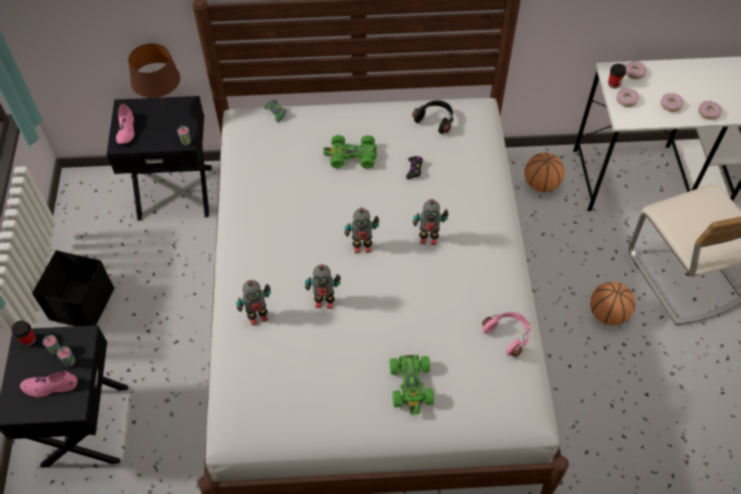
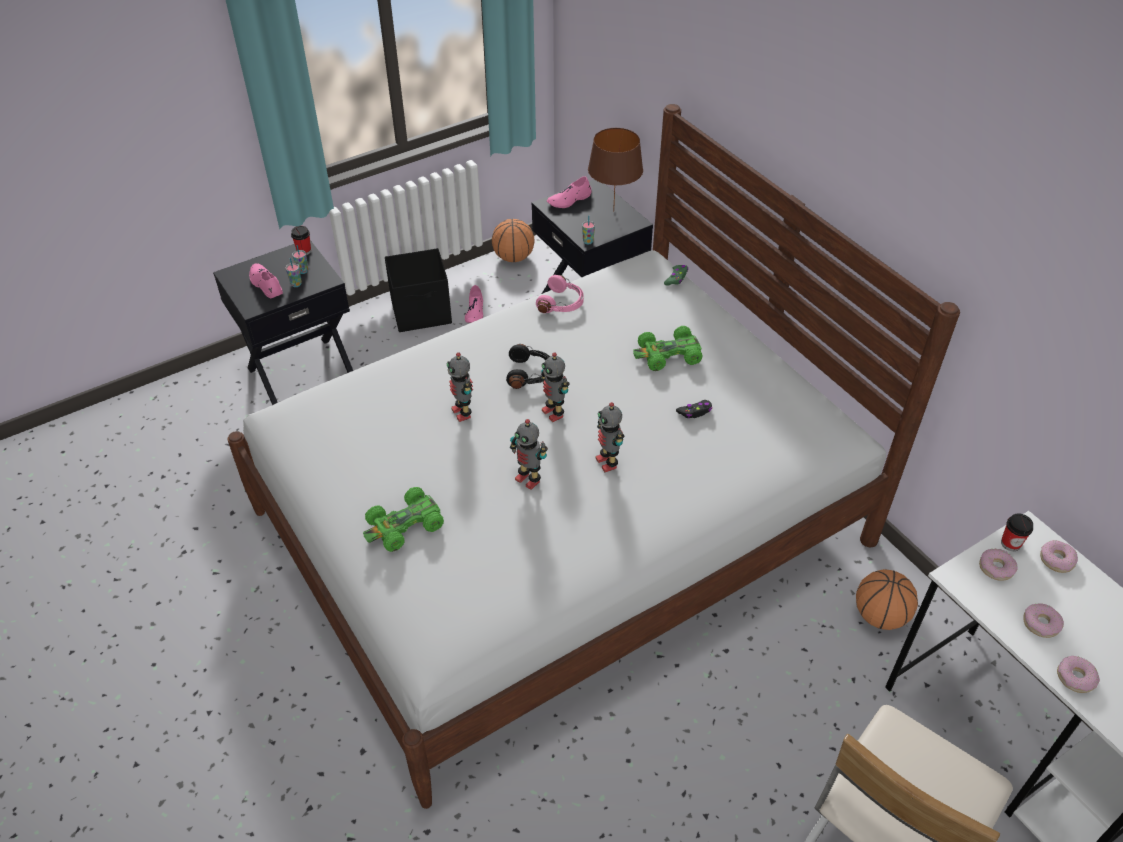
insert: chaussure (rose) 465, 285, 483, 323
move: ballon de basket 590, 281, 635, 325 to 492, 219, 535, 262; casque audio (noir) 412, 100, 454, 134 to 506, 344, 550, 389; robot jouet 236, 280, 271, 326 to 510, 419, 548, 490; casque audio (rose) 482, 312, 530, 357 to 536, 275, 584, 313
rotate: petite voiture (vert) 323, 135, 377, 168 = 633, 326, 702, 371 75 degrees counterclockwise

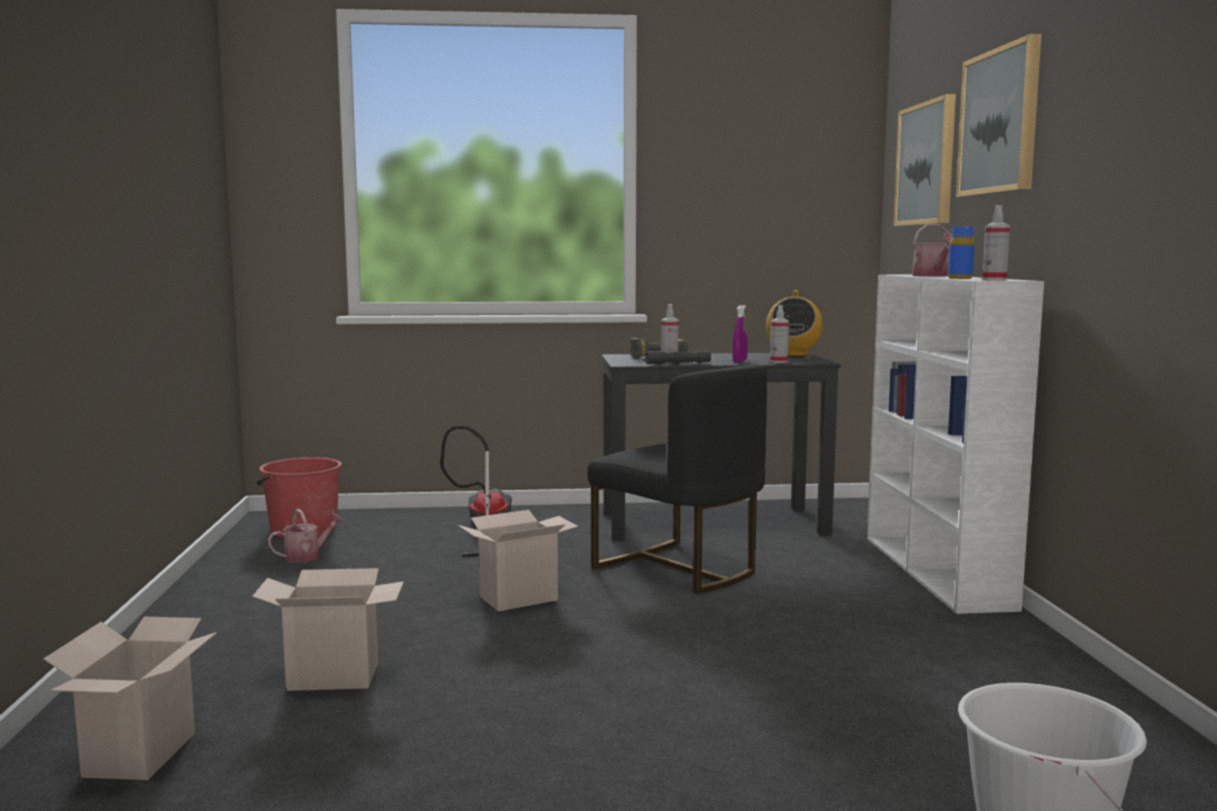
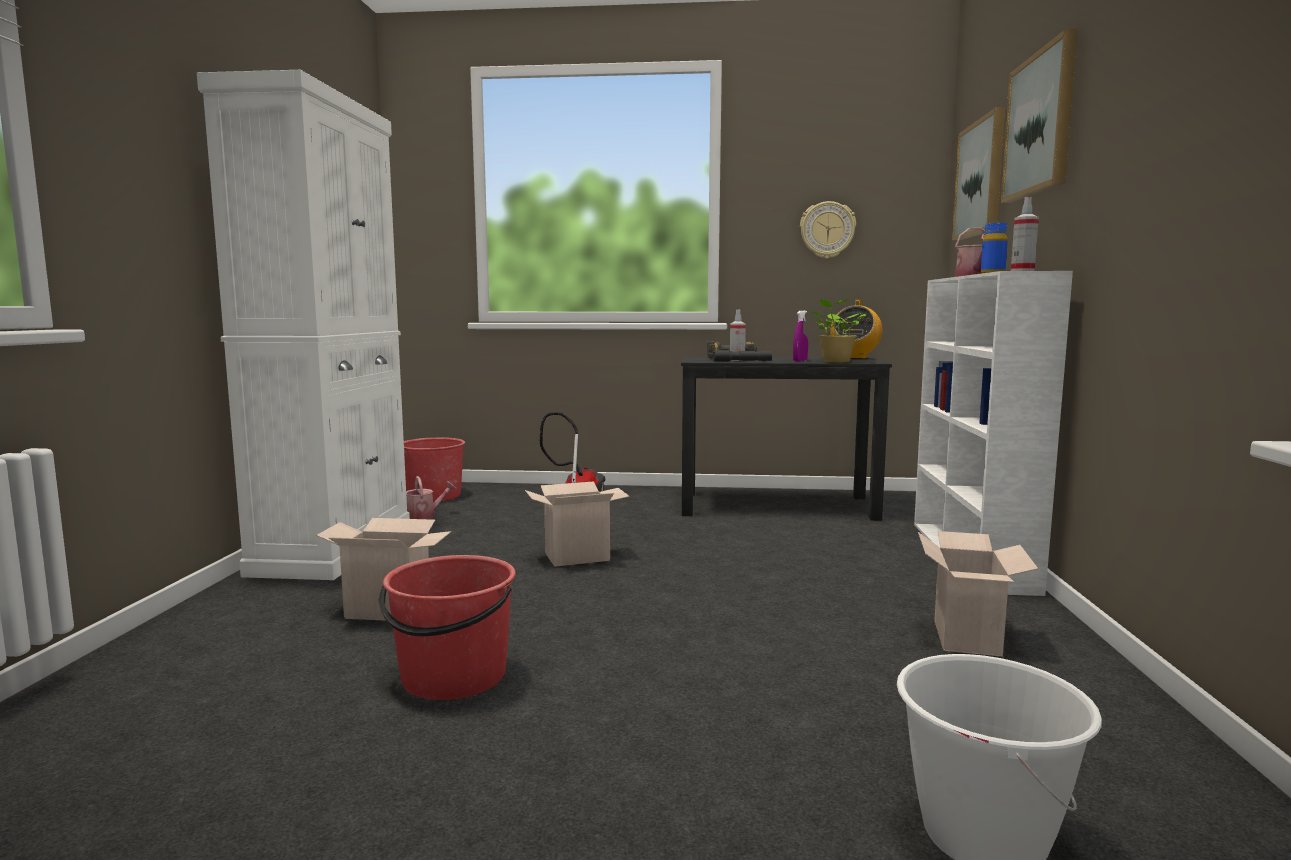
delete: chaise (noir) 587, 365, 767, 594
insert: meuble de rangement (blanc) 197, 70, 410, 580; seau (rouge) 379, 555, 516, 700; horloge murale 800, 201, 856, 259
move: carton 44, 617, 217, 780 to 918, 531, 1038, 657
replace: vaporisateur 770, 305, 789, 363 to plante en pot 812, 299, 866, 362

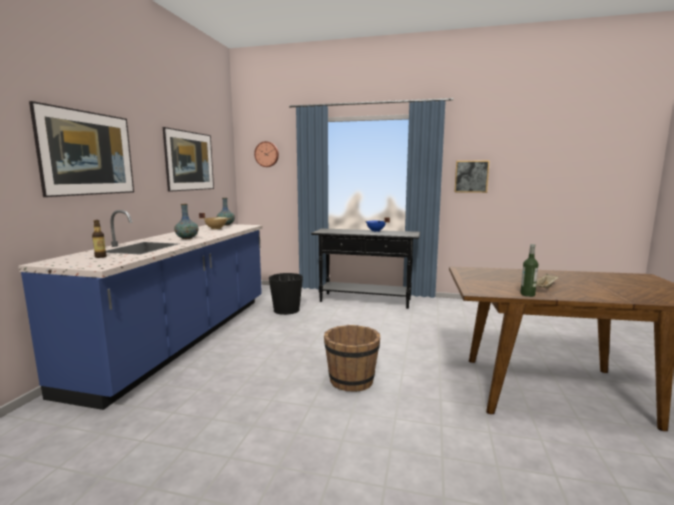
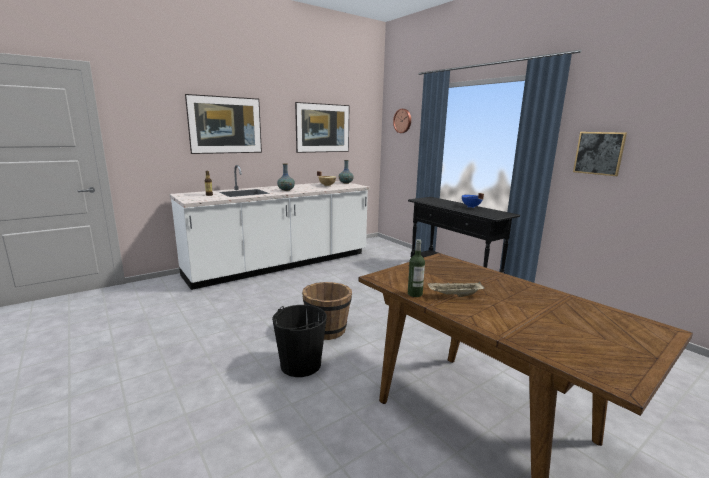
move: seau (noir) 269, 273, 303, 315 to 272, 305, 327, 377
recolor: comptoir de cuisine (bleu) 18, 210, 263, 410 to comptoir de cuisine (blanc) 170, 165, 370, 290

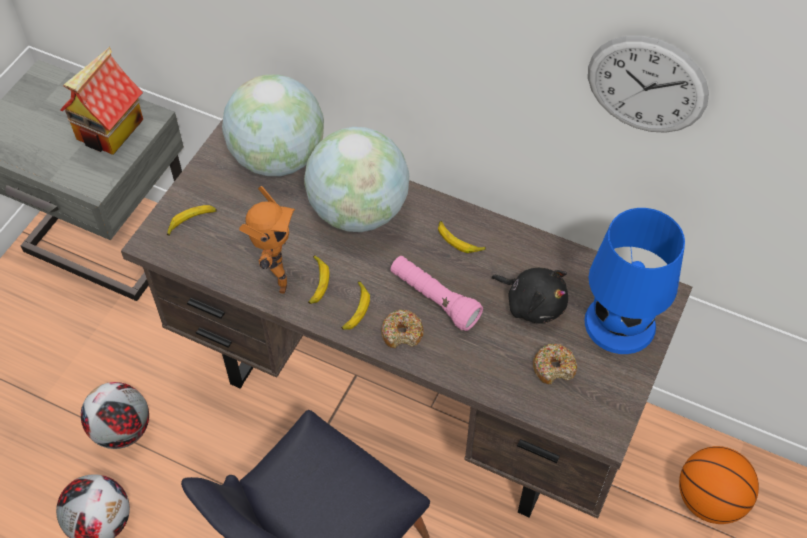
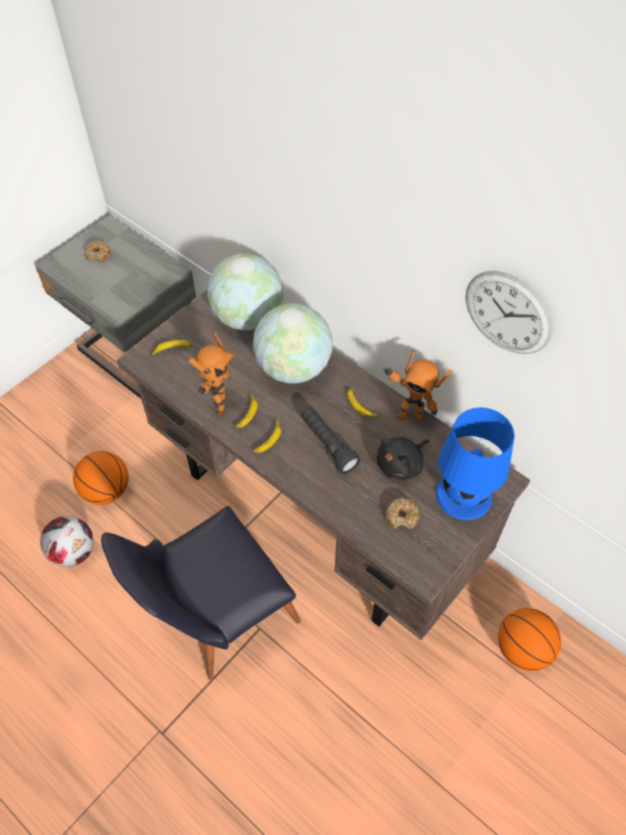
delete: maison miniature 60, 47, 143, 155
insert: robot jouet 383, 351, 452, 420
move: beignet 381, 310, 423, 348 to 85, 241, 110, 263
replace: ballon de foot 81, 382, 149, 449 to ballon de basket 73, 451, 129, 505
recolor: lampe de poche (rose) 390, 256, 483, 331 to lampe de poche (noir) 301, 407, 360, 474
rotate: peluche (noir) 492, 268, 568, 324 = 376, 437, 429, 480 90 degrees clockwise

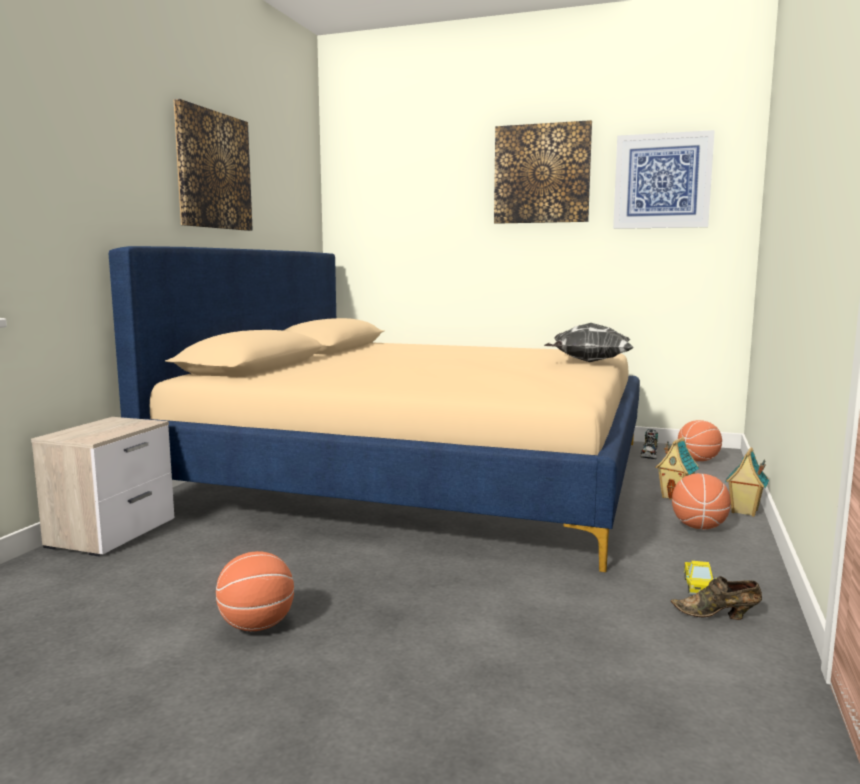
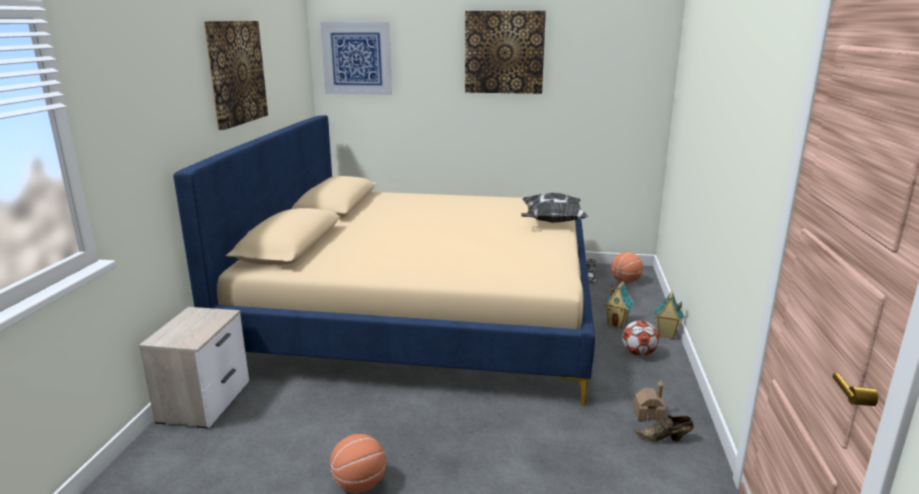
move: tableau 613, 130, 715, 229 to 320, 22, 392, 95
replace: ballon de basket 672, 473, 731, 529 to ballon de foot 622, 321, 659, 356; camion jouet 684, 561, 716, 595 to maison miniature 633, 380, 666, 422

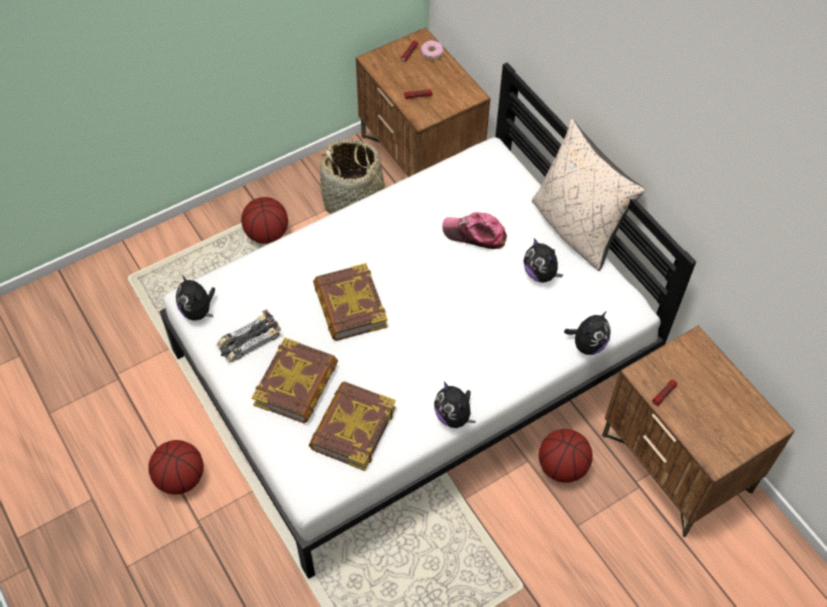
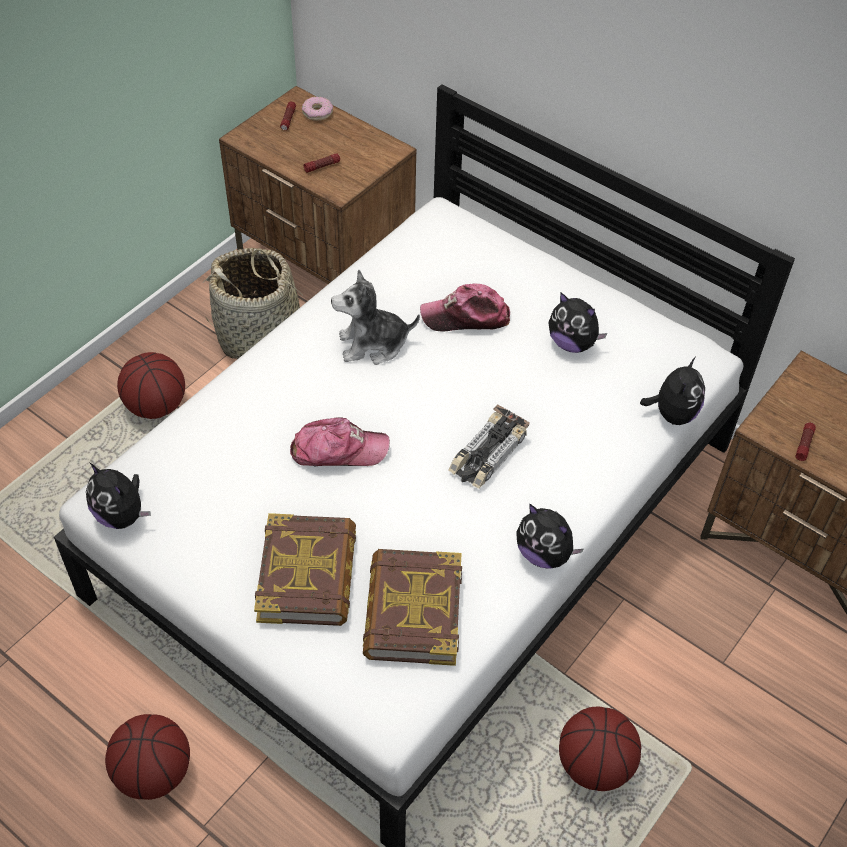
delete: coussin (beige) 532, 119, 645, 271
insert: peluche 331, 269, 420, 365
move: petite voiture 216, 309, 281, 363 to 448, 404, 530, 489; ballon de basket 539, 429, 593, 483 to 559, 707, 641, 791
replace: livre 313, 263, 388, 341 to casquette 290, 417, 390, 466

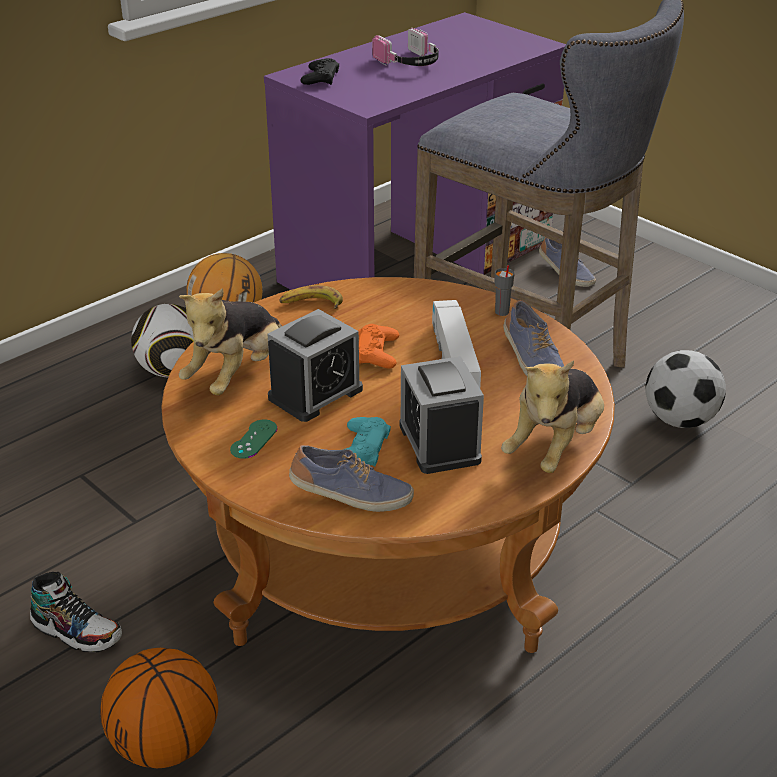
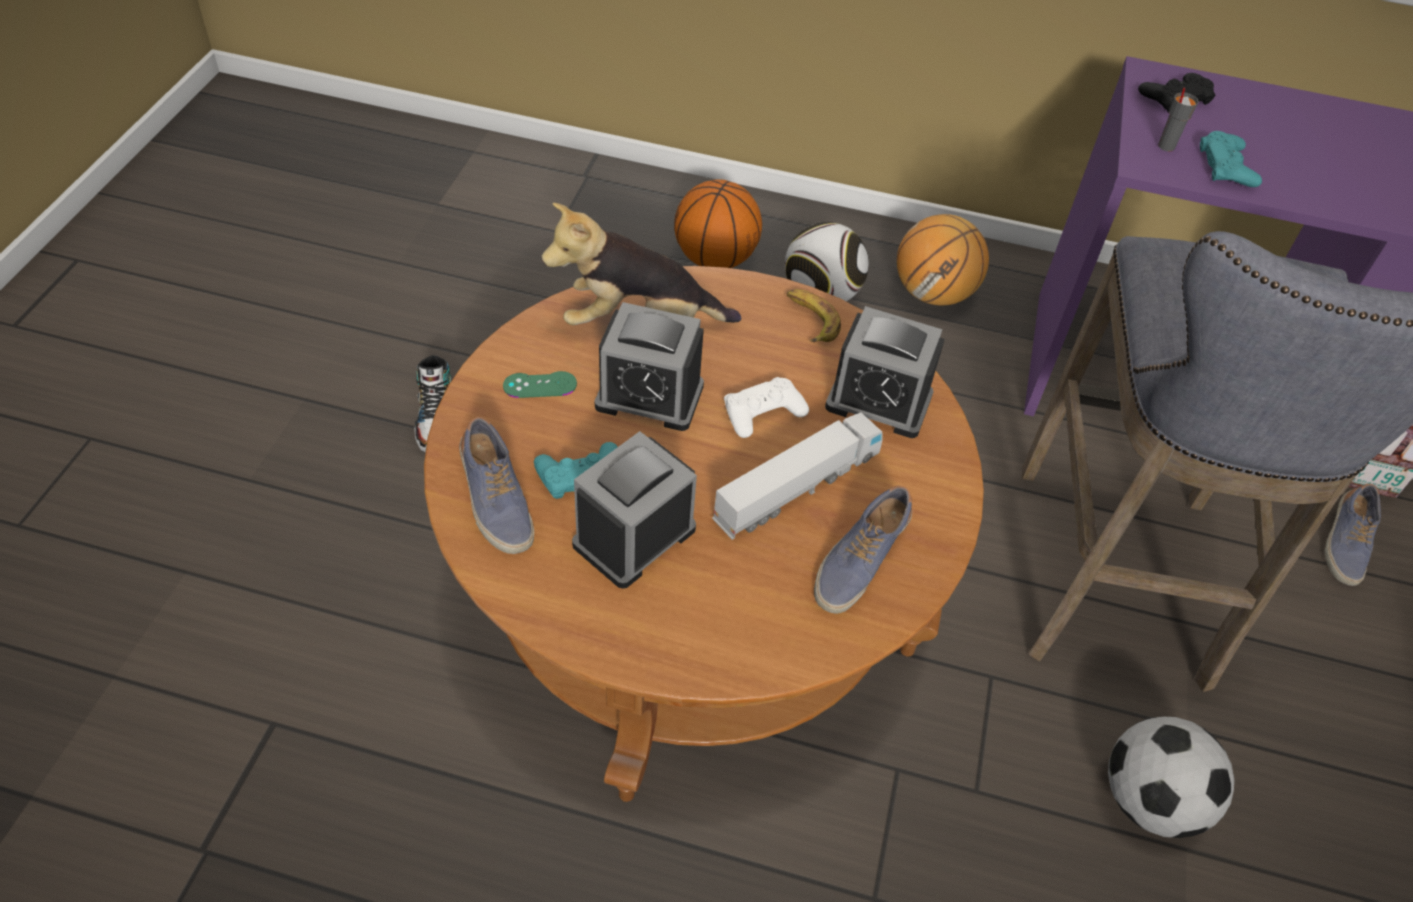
delete: casque audio 372, 28, 439, 66; peluche 501, 360, 604, 473
insert: réveil 825, 306, 945, 438; manette (turquoise) 1200, 131, 1262, 187
move: ballon de basket 100, 648, 218, 768 to 674, 179, 762, 268; tasse (gris) 495, 265, 515, 316 to 1158, 88, 1199, 151
recolor: manette (orange) 359, 324, 399, 369 to manette (blanc) 724, 377, 809, 438

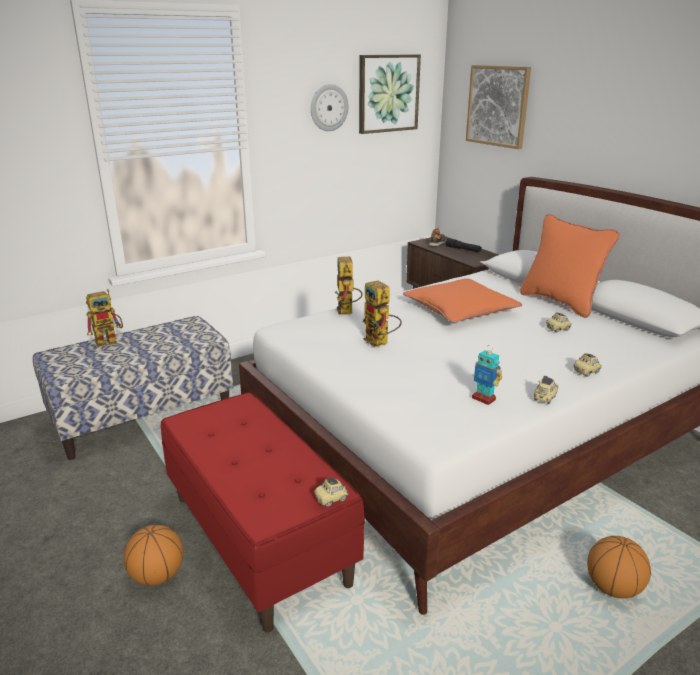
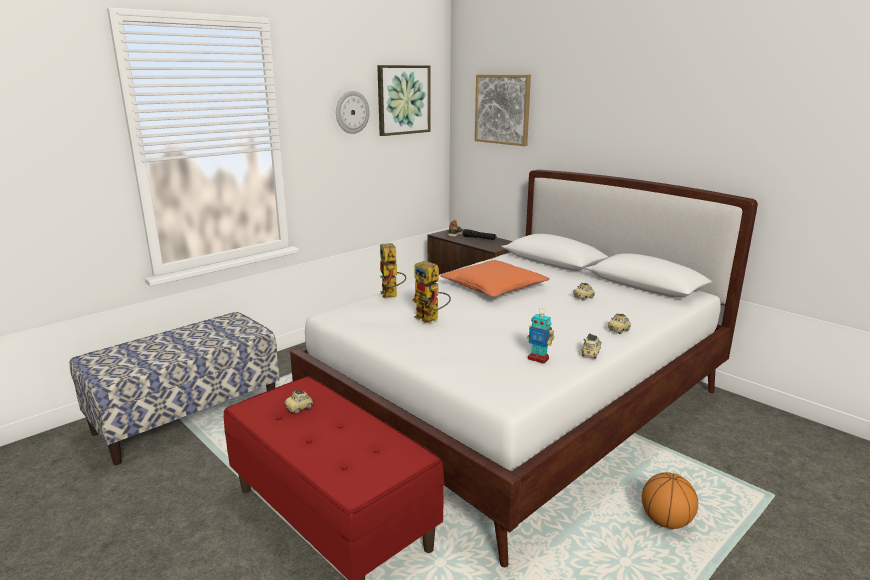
delete: robot jouet 86, 289, 123, 347; ballon de basket 124, 525, 183, 586; coussin (orange) 520, 214, 620, 318
move: petite voiture 314, 478, 349, 507 to 285, 390, 314, 414

